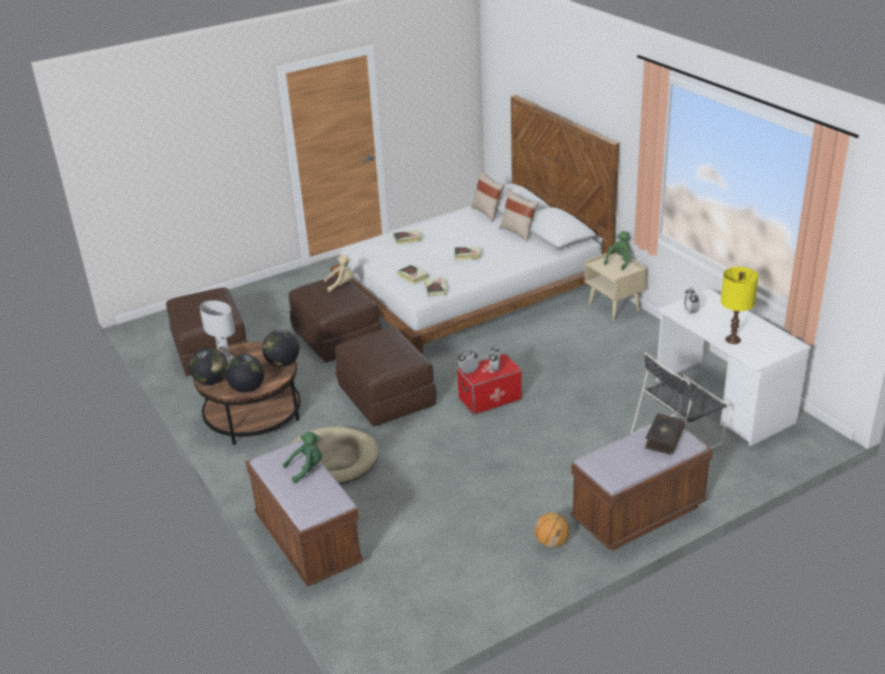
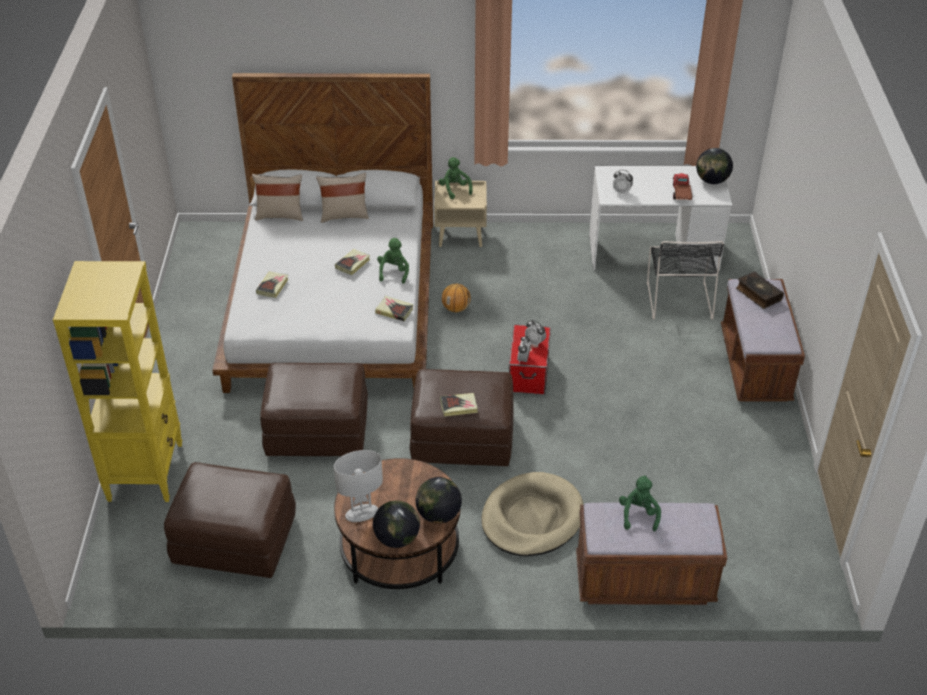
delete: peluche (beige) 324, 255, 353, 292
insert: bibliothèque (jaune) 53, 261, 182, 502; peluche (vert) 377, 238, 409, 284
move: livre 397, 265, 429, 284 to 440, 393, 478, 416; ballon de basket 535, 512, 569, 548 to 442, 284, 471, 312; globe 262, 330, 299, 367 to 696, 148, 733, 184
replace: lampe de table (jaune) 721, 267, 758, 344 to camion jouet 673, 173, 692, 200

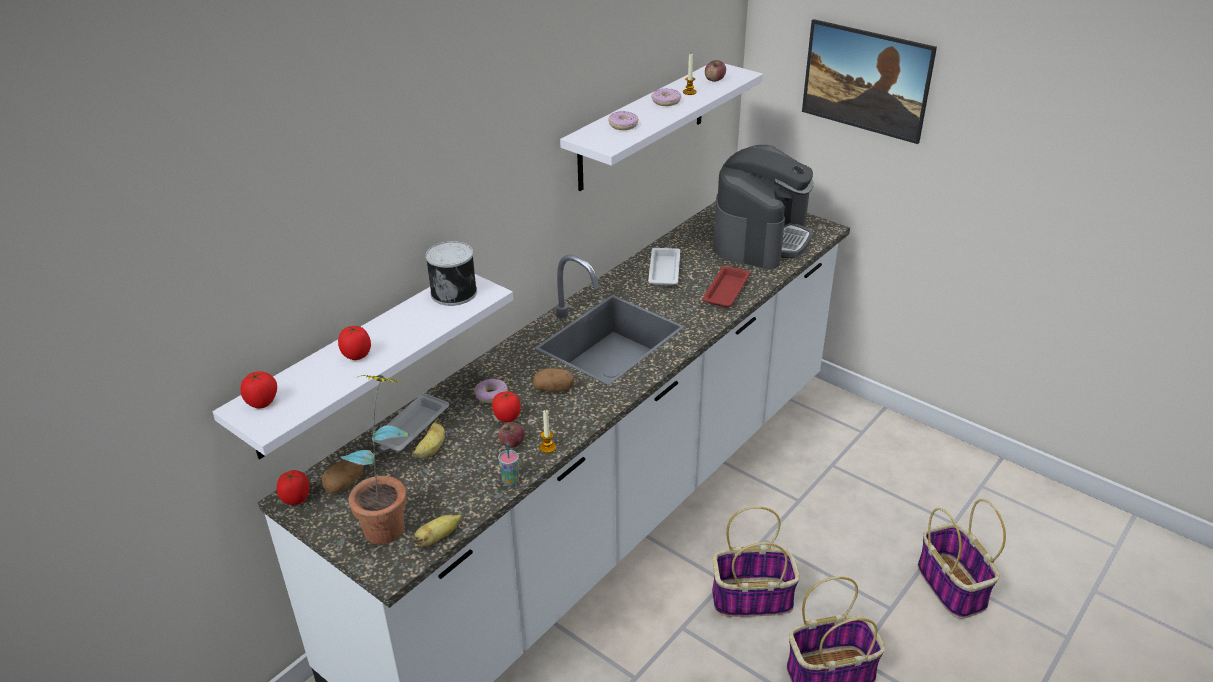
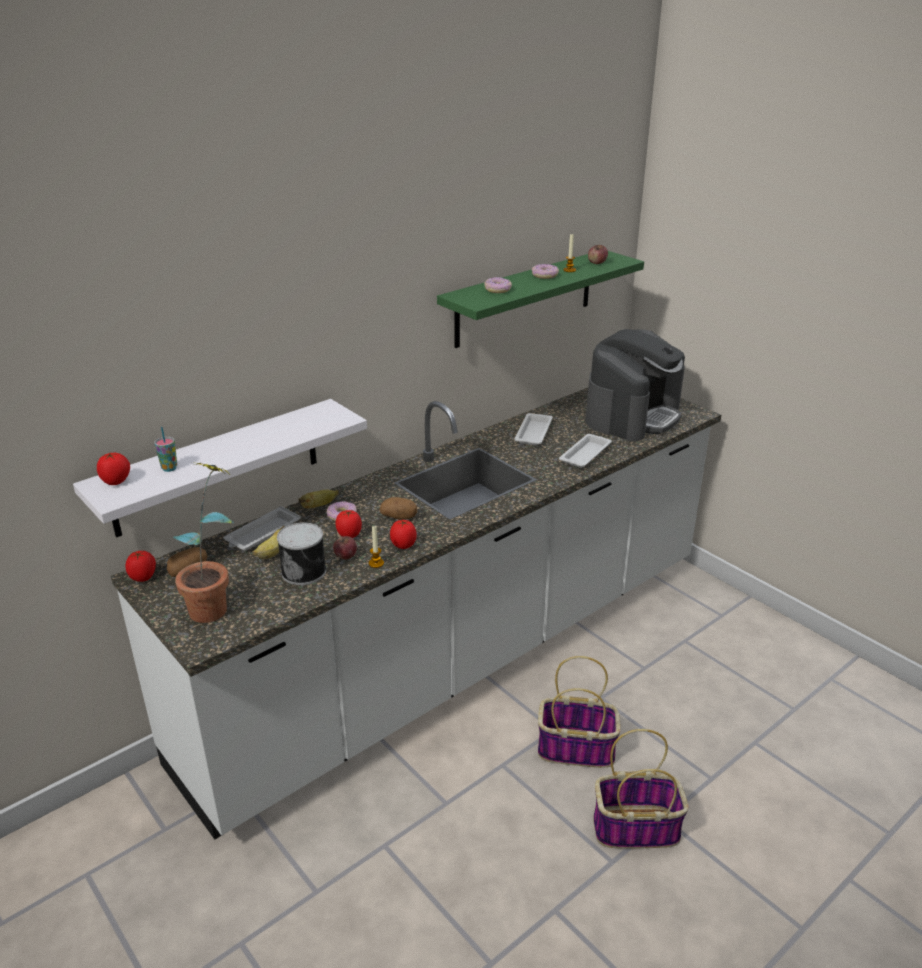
delete: tableau 802, 19, 937, 144; panier 918, 499, 1006, 619
move: tasse 498, 444, 519, 486 to 154, 427, 177, 472; boîte métallique 425, 241, 477, 306 to 277, 522, 326, 585; banane 414, 514, 462, 547 to 299, 490, 339, 508; tomate 338, 326, 371, 360 to 390, 520, 417, 549
recolor: étagère (blanc) 560, 63, 763, 191 to étagère (vert) 437, 251, 644, 348; plateau (rouge) 702, 266, 750, 307 to plateau (blanc) 559, 434, 612, 468

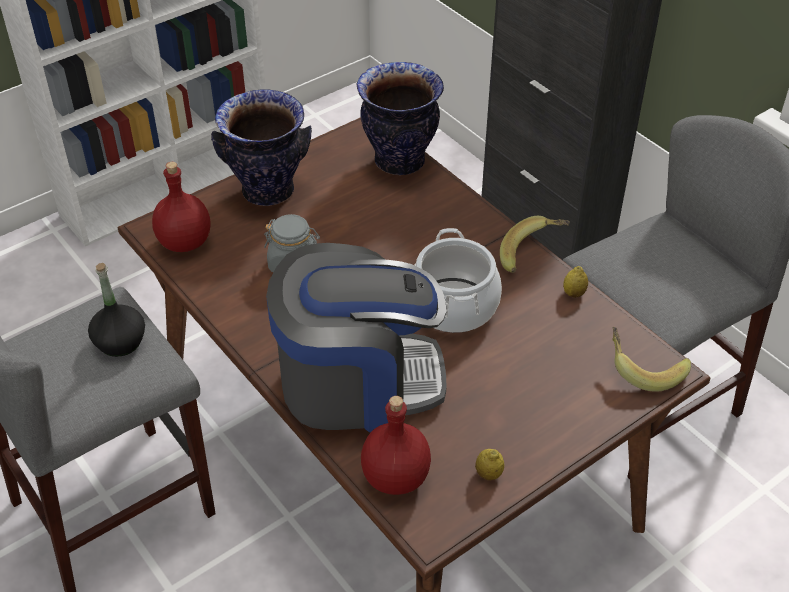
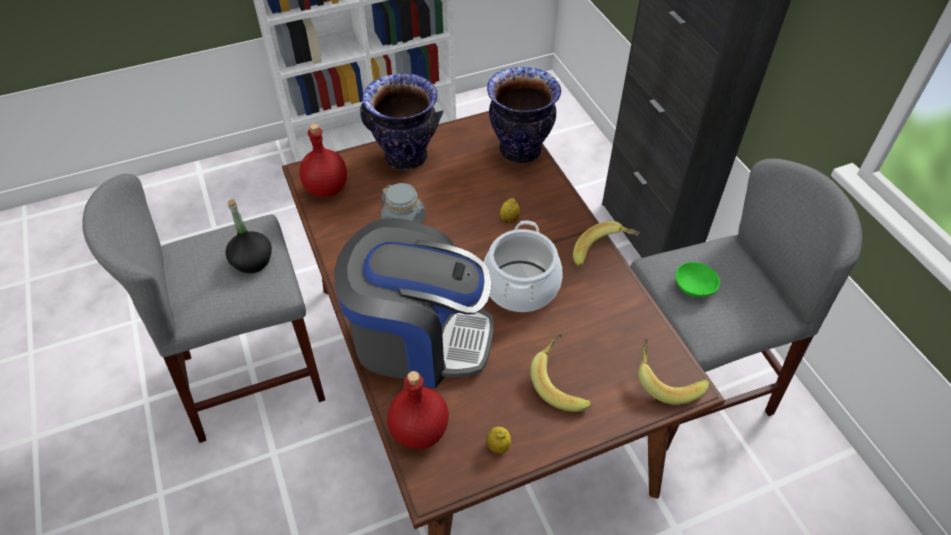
insert: banane 530, 333, 592, 412; bol (vert) 675, 262, 720, 297
move: citron 563, 266, 588, 298 to 500, 198, 520, 223

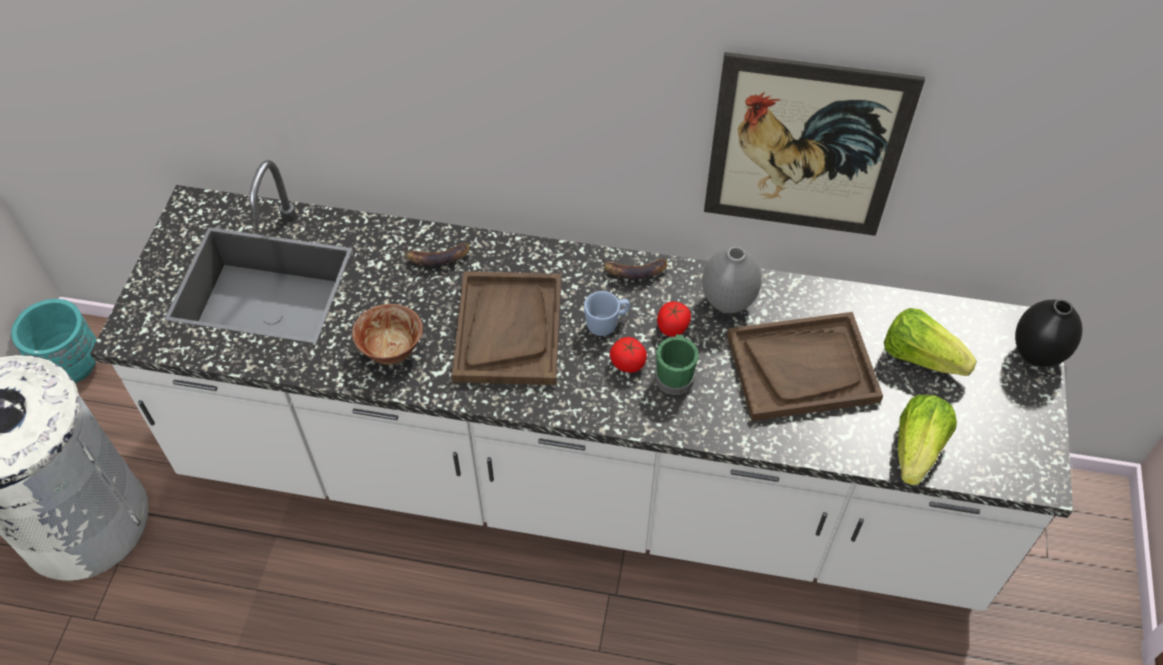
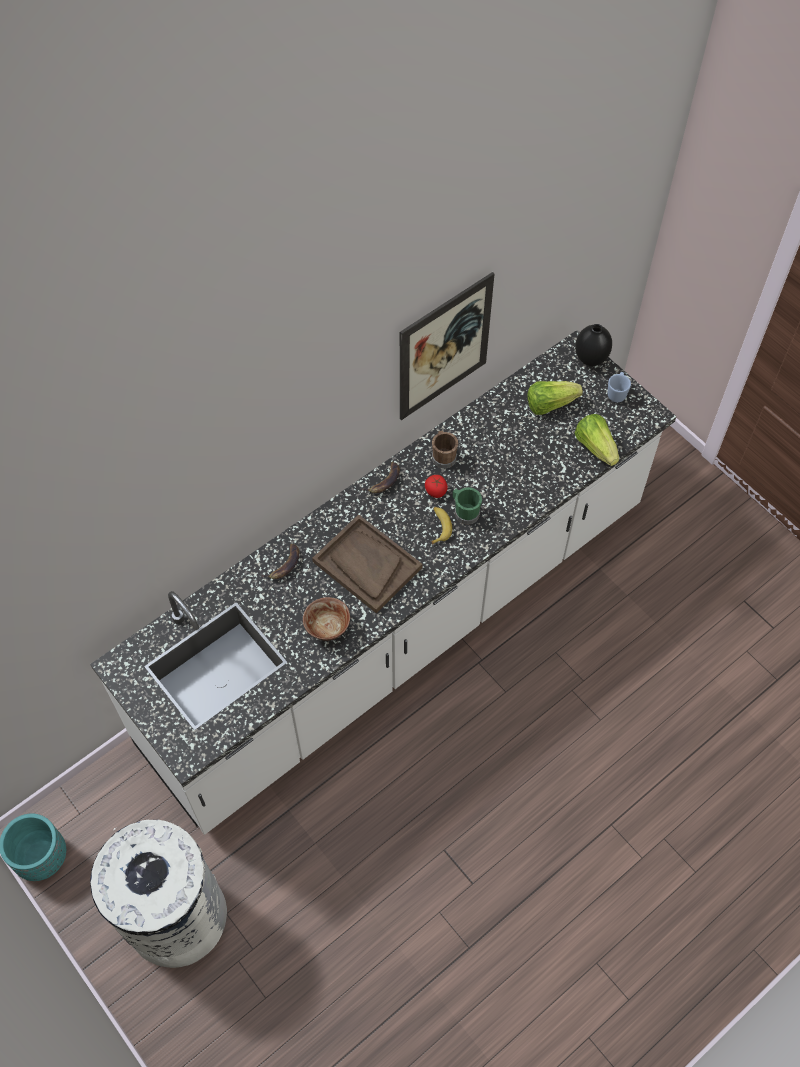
delete: plateau (marron) 727, 312, 883, 421
move: mug (bleu) 584, 291, 630, 336 to 608, 372, 631, 402
replace: vase (gris) 702, 246, 762, 313 to mug (marron) 432, 430, 458, 468; tomate 610, 337, 647, 373 to banane 432, 507, 452, 545

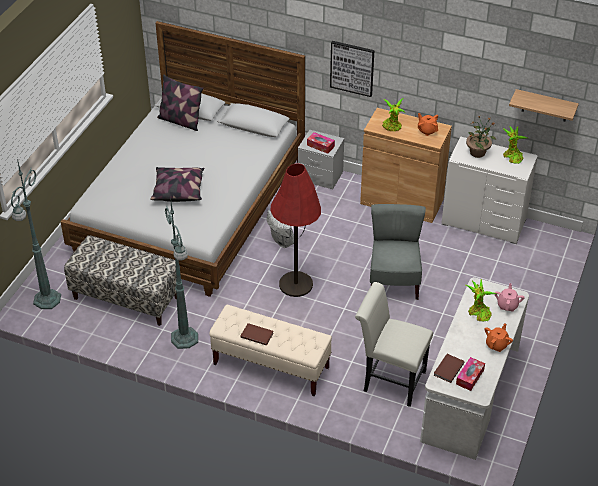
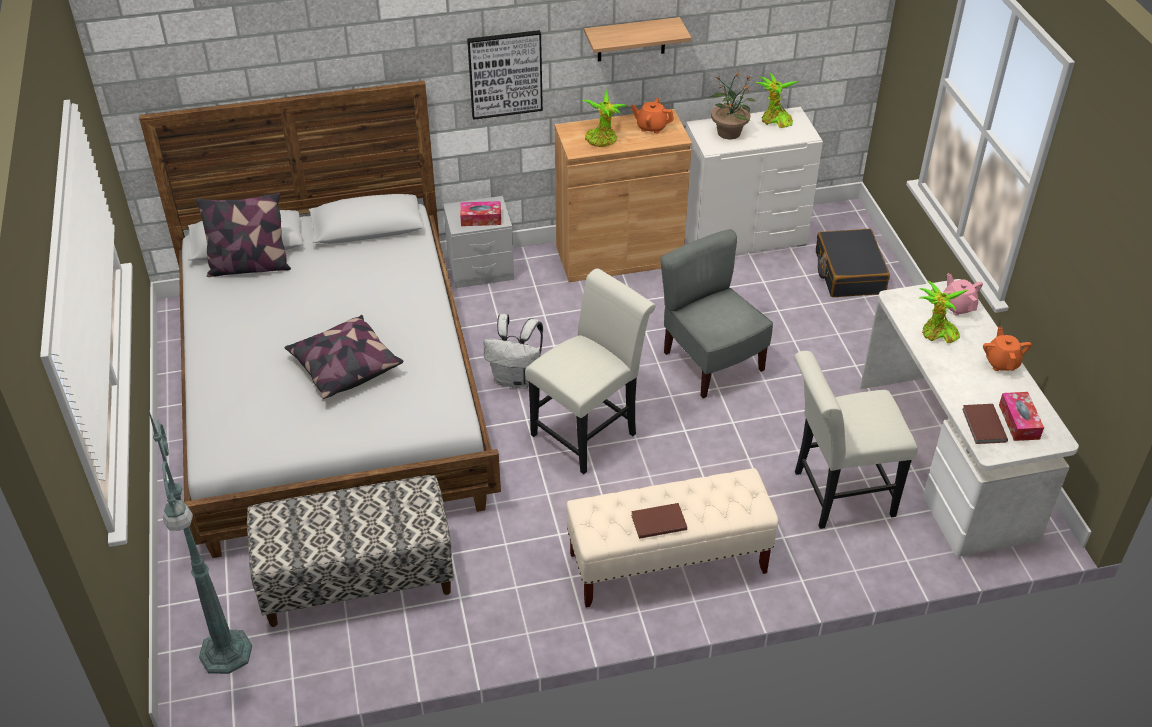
delete: lampadaire (vert) 165, 196, 198, 349
insert: valise (noir) 816, 229, 890, 297
move: étagère 509, 89, 579, 121 to 584, 17, 691, 61
replace: lampadaire (rouge) 270, 163, 321, 297 to chaise (blanc) 525, 268, 656, 474

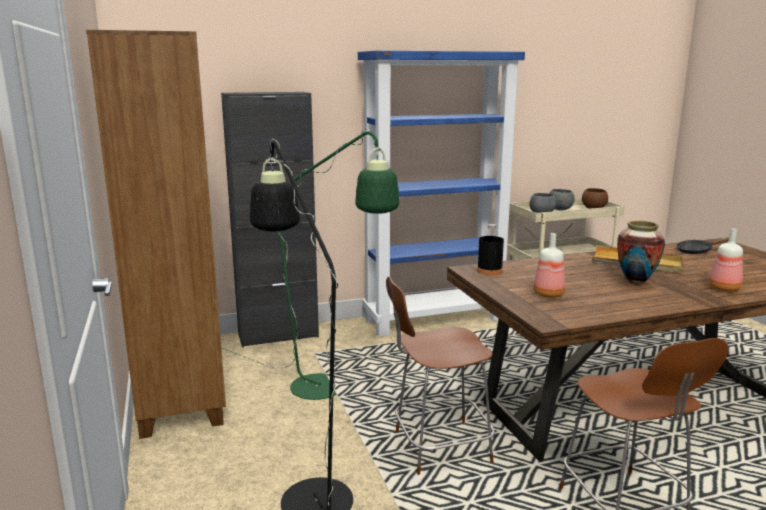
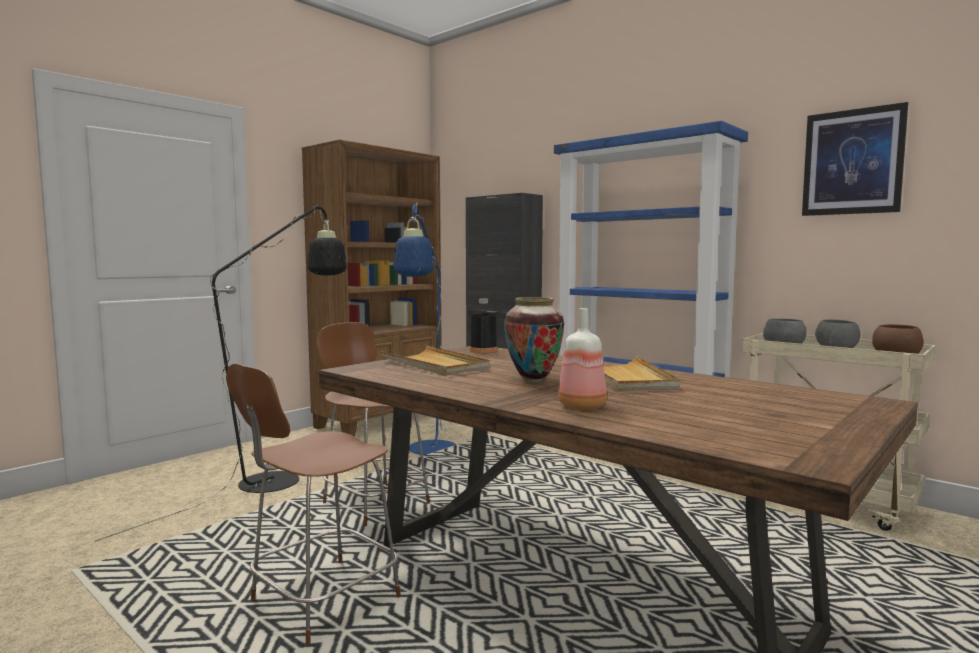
delete: poêle (noir) 676, 237, 729, 254
insert: tableau 802, 102, 908, 216
replace: bouteille 533, 233, 565, 298 to plateau (beige) 379, 346, 490, 376
recolor: lampadaire (vert) 222, 128, 399, 400 to lampadaire (bleu) 393, 202, 456, 455

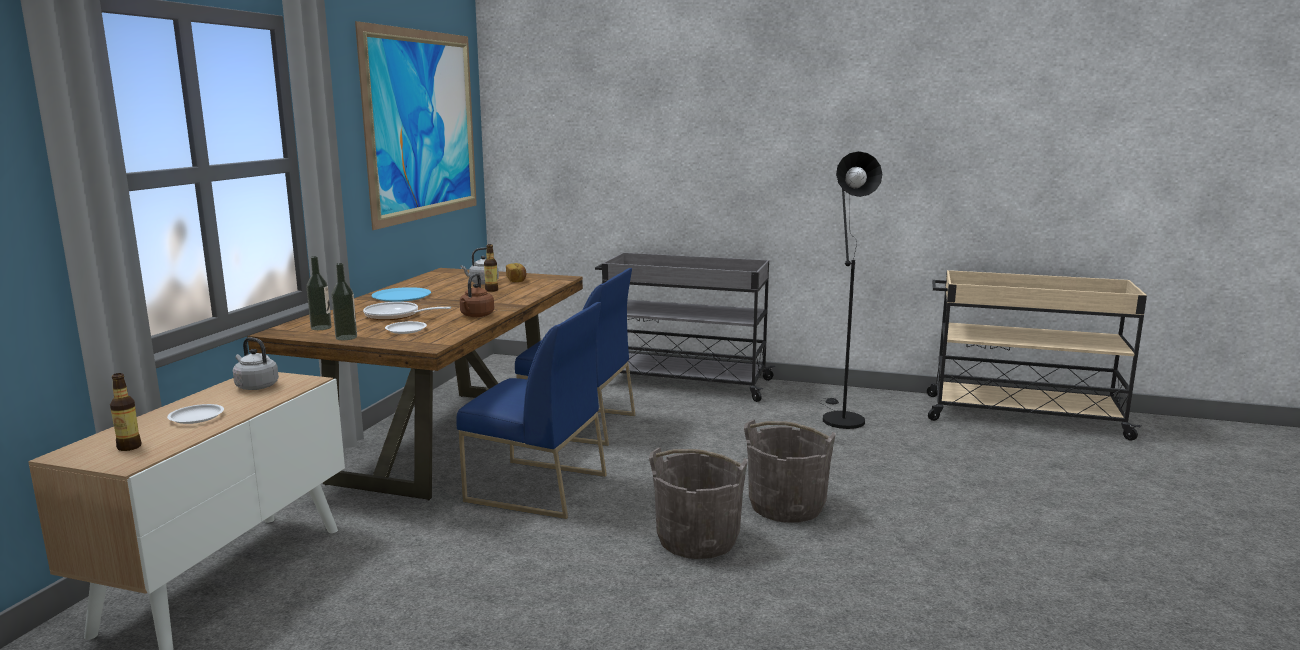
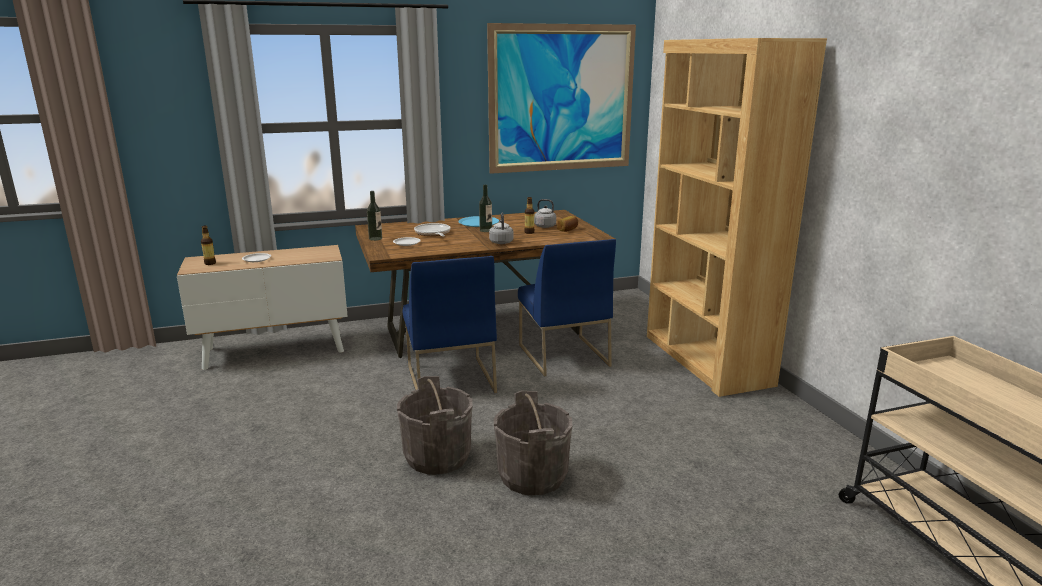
delete: bouilloire (marron) 460, 273, 494, 317; lampadaire (noir) 820, 151, 882, 429
move: bouteille 307, 256, 332, 330 to 479, 184, 492, 232; bouilloire (gris) 233, 337, 279, 390 to 489, 212, 514, 244
replace: chariot (gris) 595, 253, 776, 402 to bibliothèque (marron) 647, 38, 827, 397

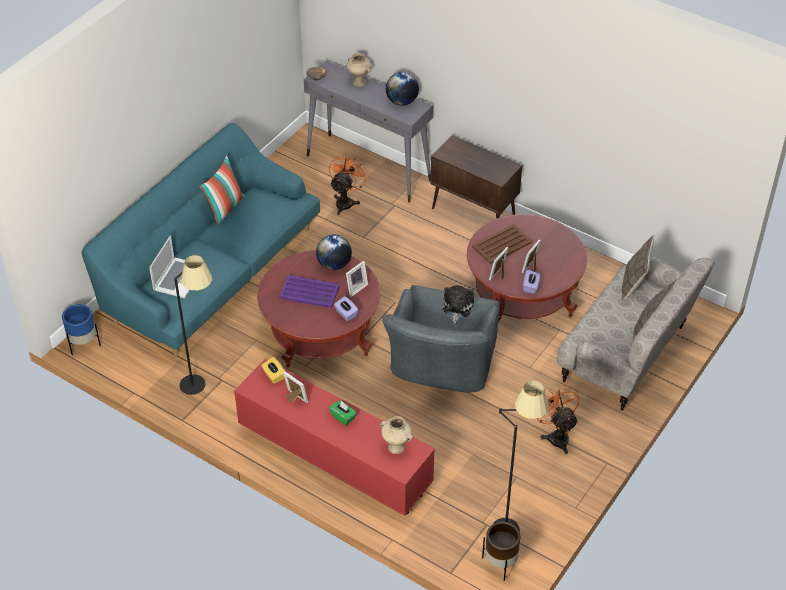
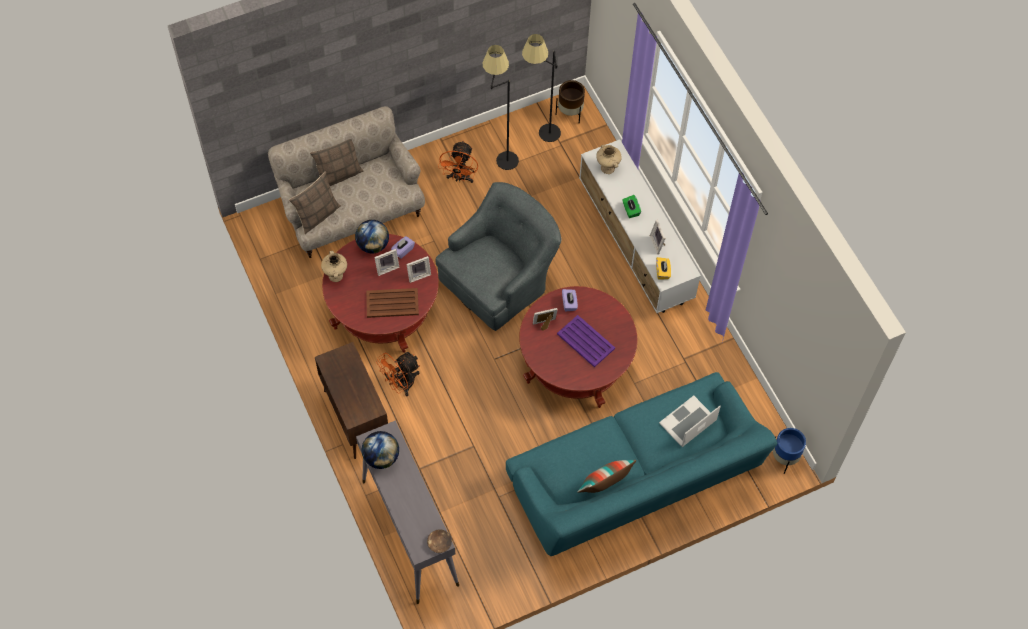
delete: peluche 443, 285, 474, 324
move: vase (beige) 346, 53, 372, 87 to 321, 251, 347, 282; globe 316, 235, 352, 270 to 355, 220, 389, 253; ventilateur (orange) 329, 153, 368, 215 to 376, 352, 420, 396; lampadaire (noir) 174, 255, 212, 395 to 483, 45, 519, 170
recolor: meuble télé (rouge) 234, 359, 435, 516 to meuble télé (blanc) 579, 139, 701, 313

